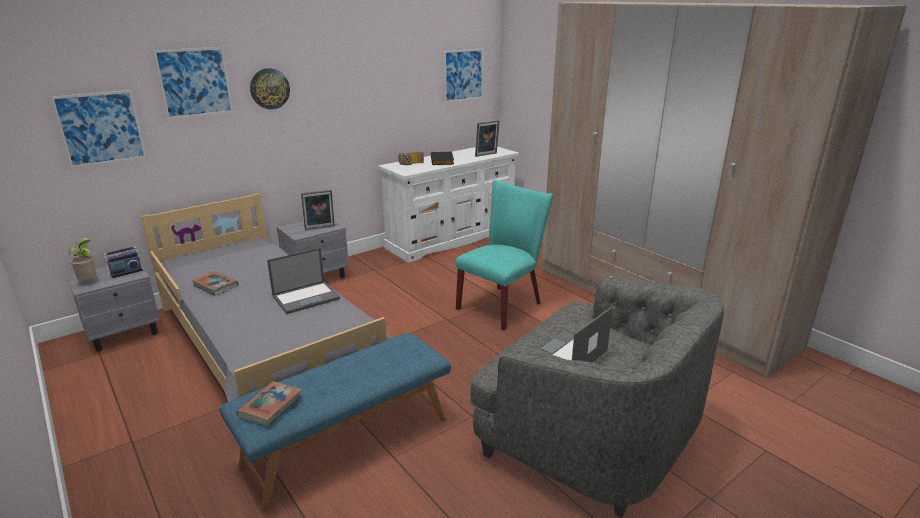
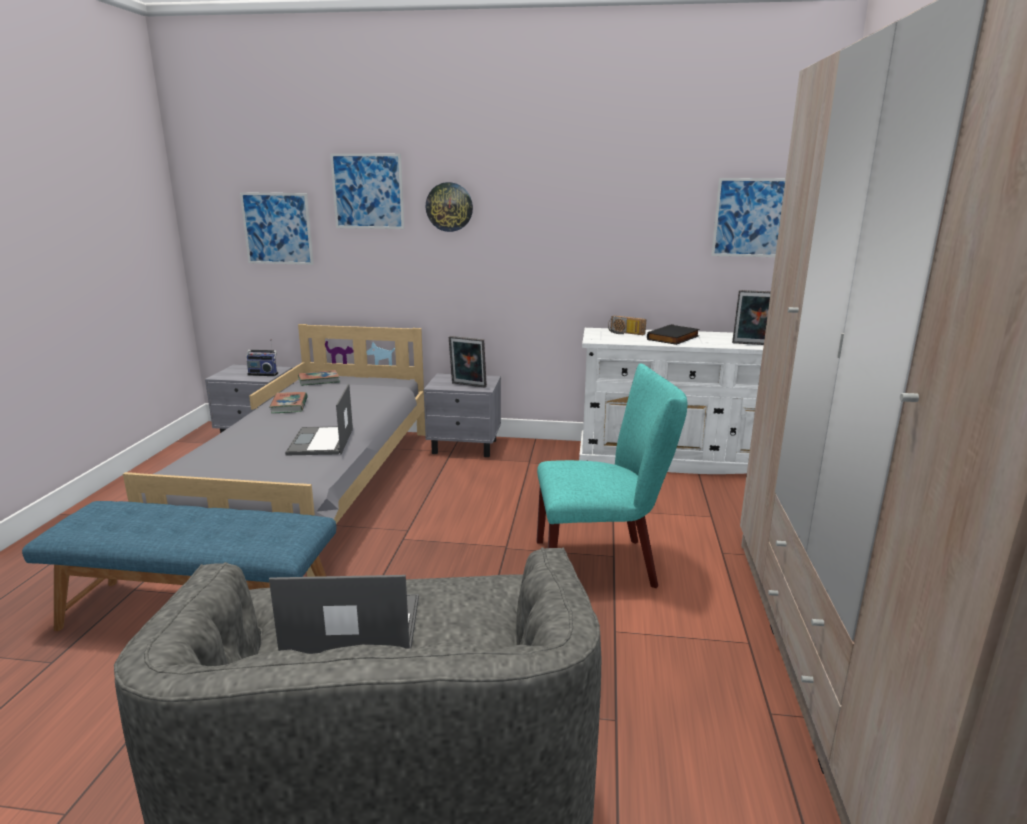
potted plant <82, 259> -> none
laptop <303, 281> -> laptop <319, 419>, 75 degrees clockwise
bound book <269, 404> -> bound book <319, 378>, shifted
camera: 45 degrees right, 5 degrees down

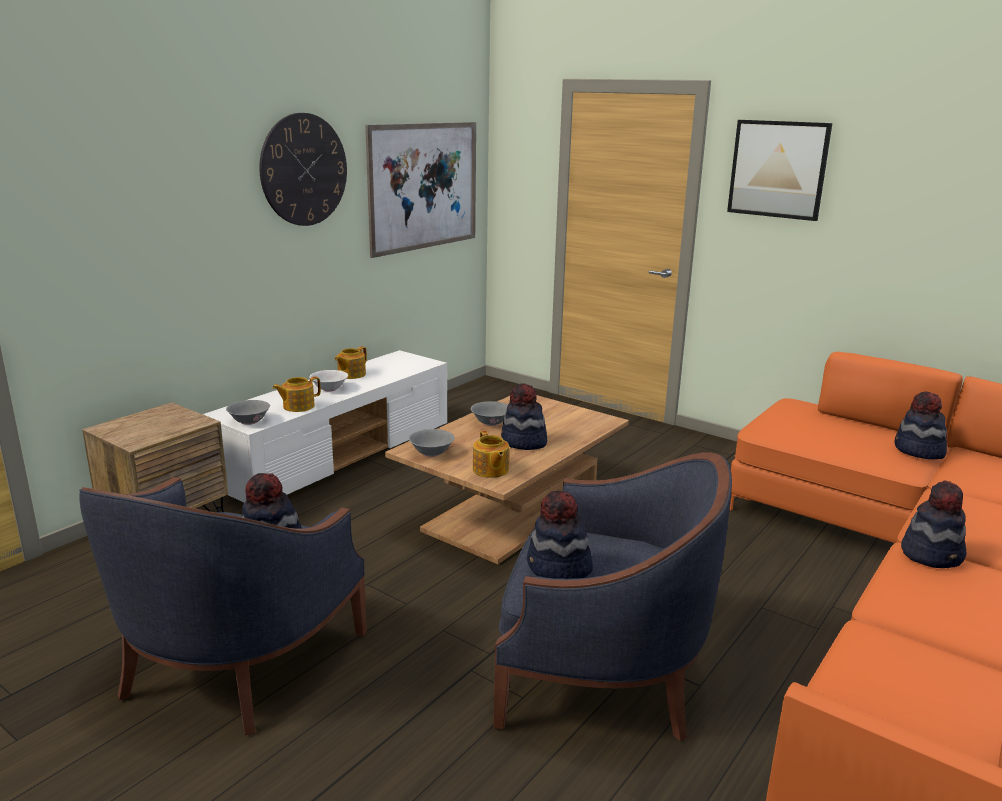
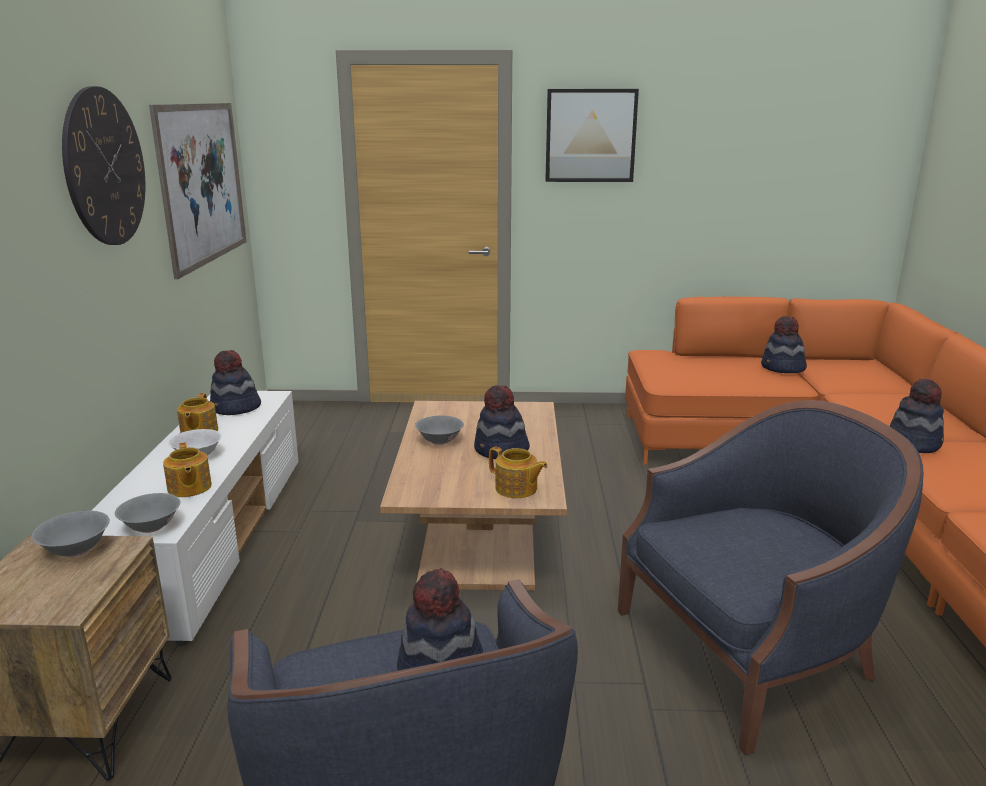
tea pot <296, 394> -> tea pot <187, 469>, 45 degrees counterclockwise
grey deep dish <432, 443> -> grey deep dish <70, 533>, shifted
hat <560, 534> -> hat <235, 382>, shifted
camera: 35 degrees left, 0 degrees up

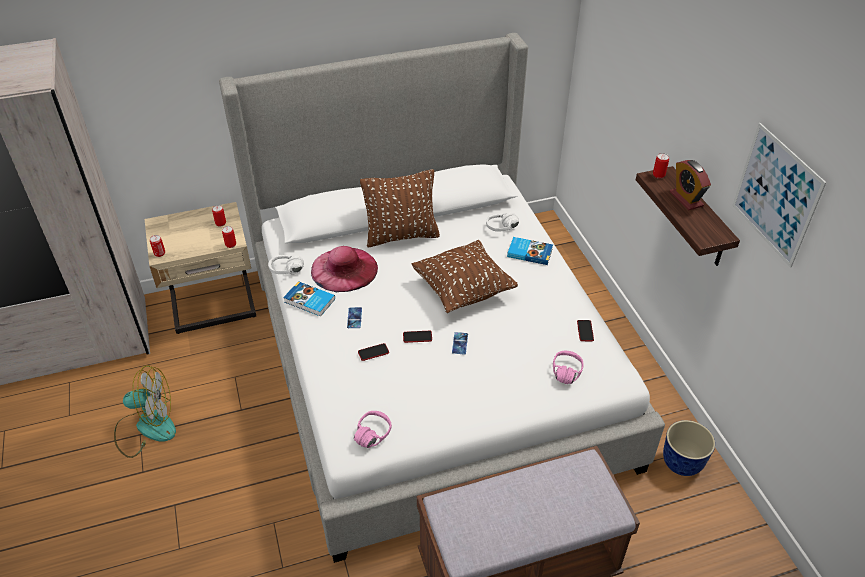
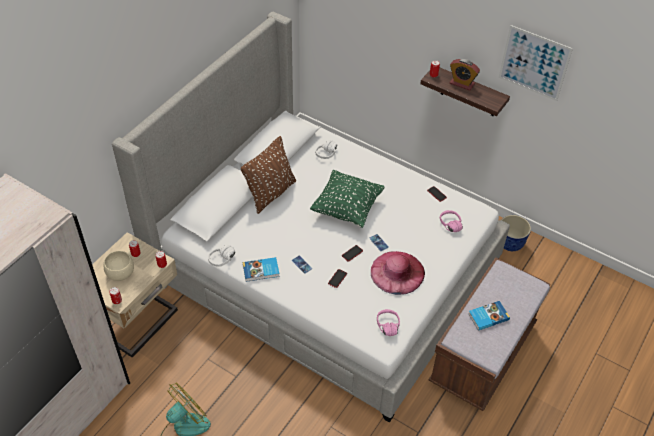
bound book <530, 251> -> bound book <489, 316>, shifted
brownish cushion <465, 276> -> green cushion <347, 199>
pink hat <344, 269> -> pink hat <398, 273>, shifted
none -> beige deep dish <119, 266>
camera: 40 degrees left, 5 degrees up

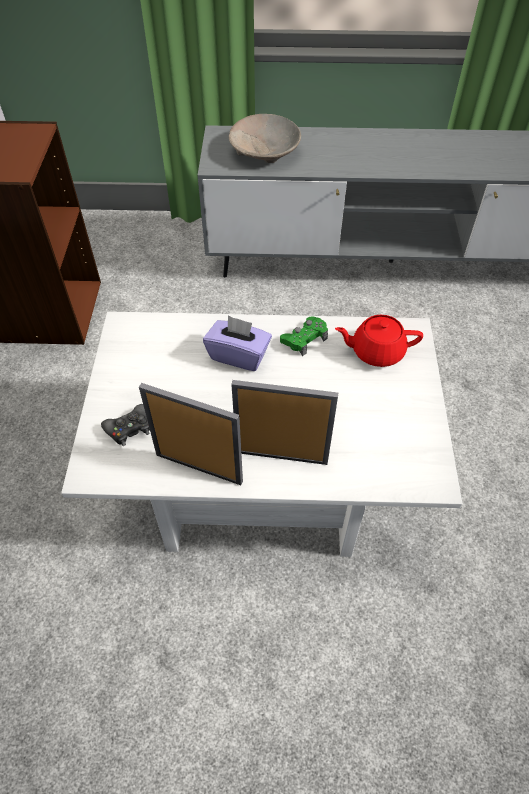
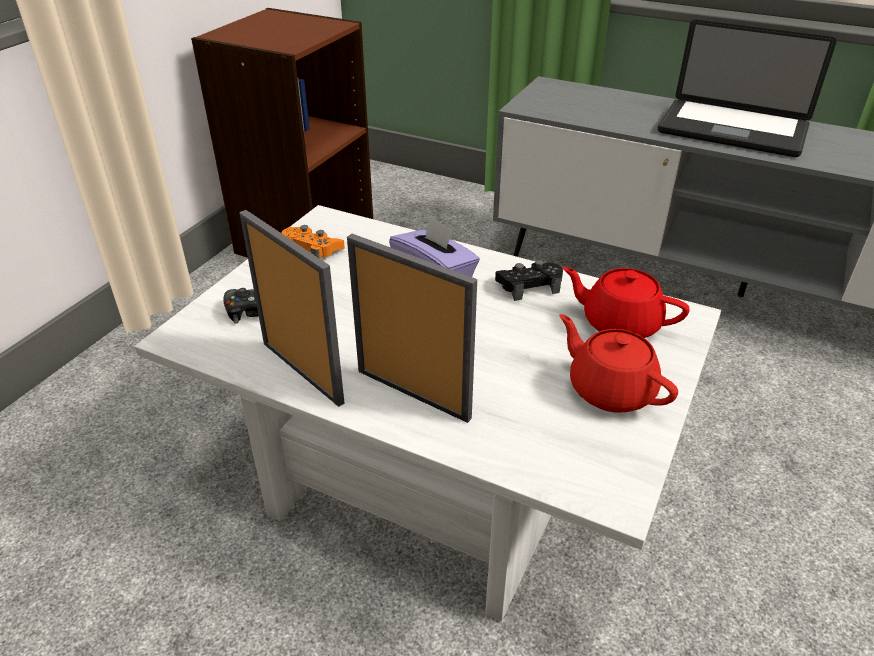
beige deep dish <265, 138> -> none
green gamepad <304, 336> -> black-coloured gamepad <529, 280>
none -> laptop <747, 88>
none -> orangey gamepad <313, 242>
none -> red-coloured tea pot <618, 363>
camera: 25 degrees right, 15 degrees down

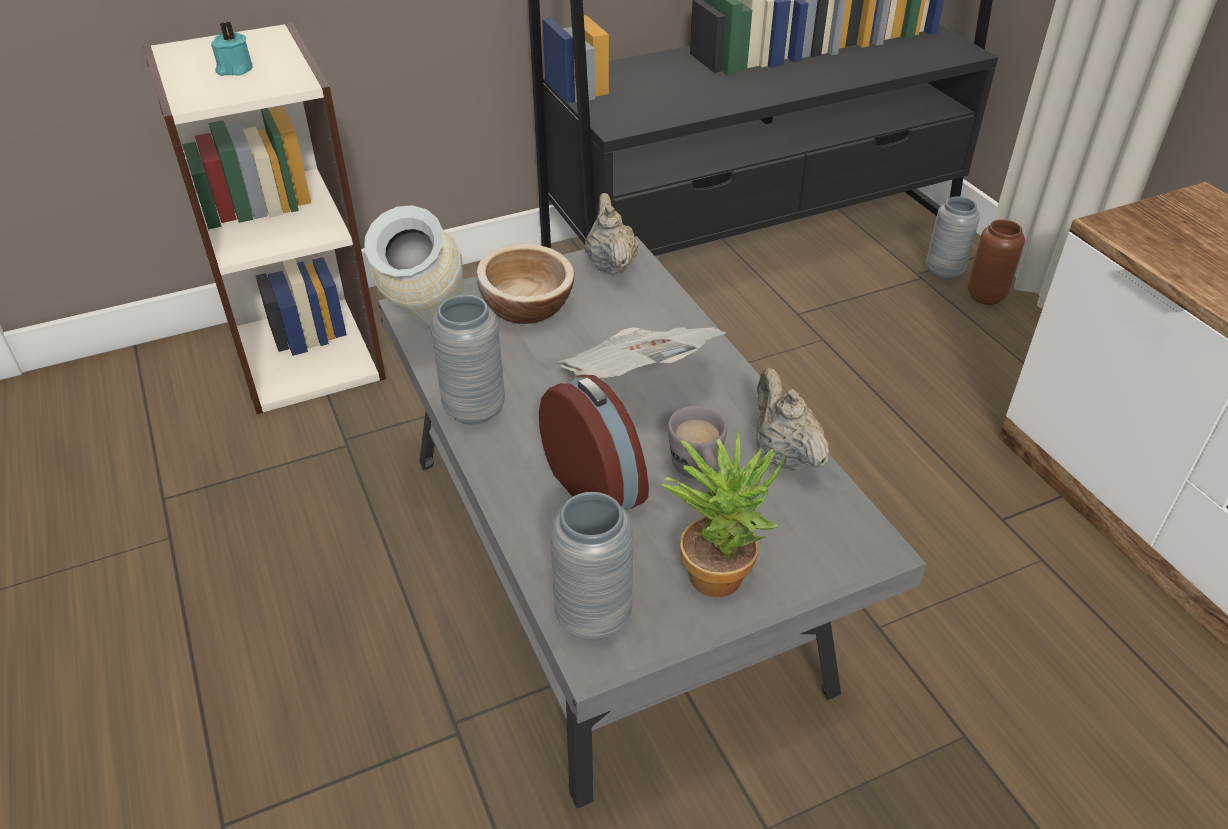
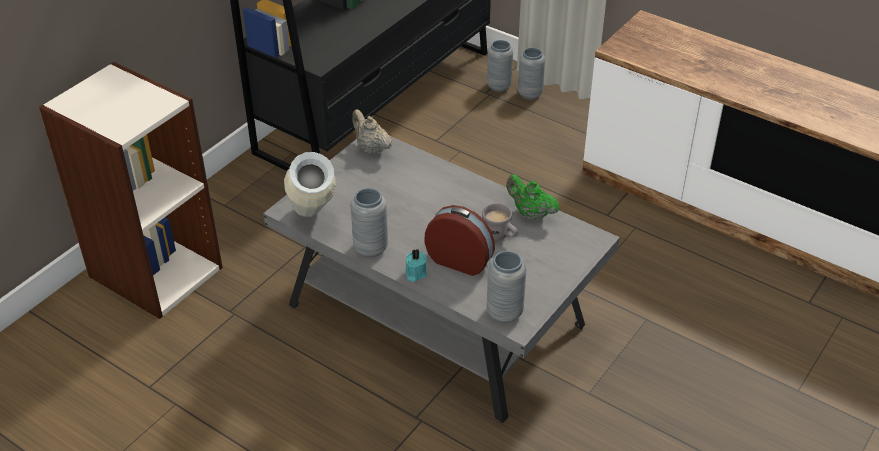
turquoise-coloured candle <232, 49> -> turquoise-coloured candle <416, 265>, shifted
brownish decorative vase <996, 262> -> grey decorative vase <531, 73>
deep dish <525, 284> -> none
printed paper <642, 352> -> none
beige tea pot <793, 419> -> green tea pot <533, 197>
potted plant <722, 513> -> none
camera: 30 degrees left, 0 degrees up

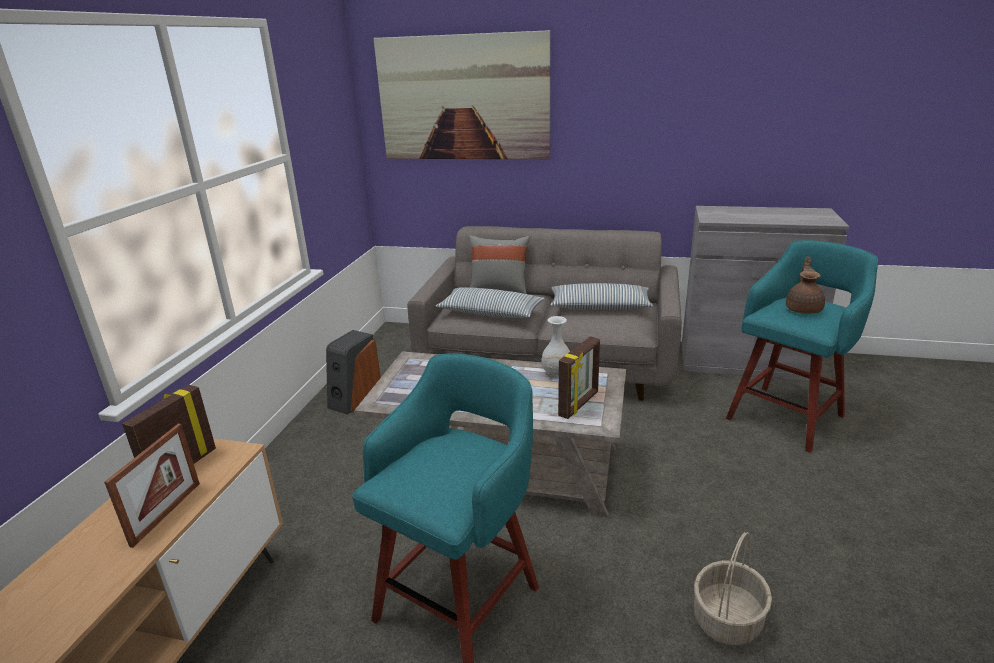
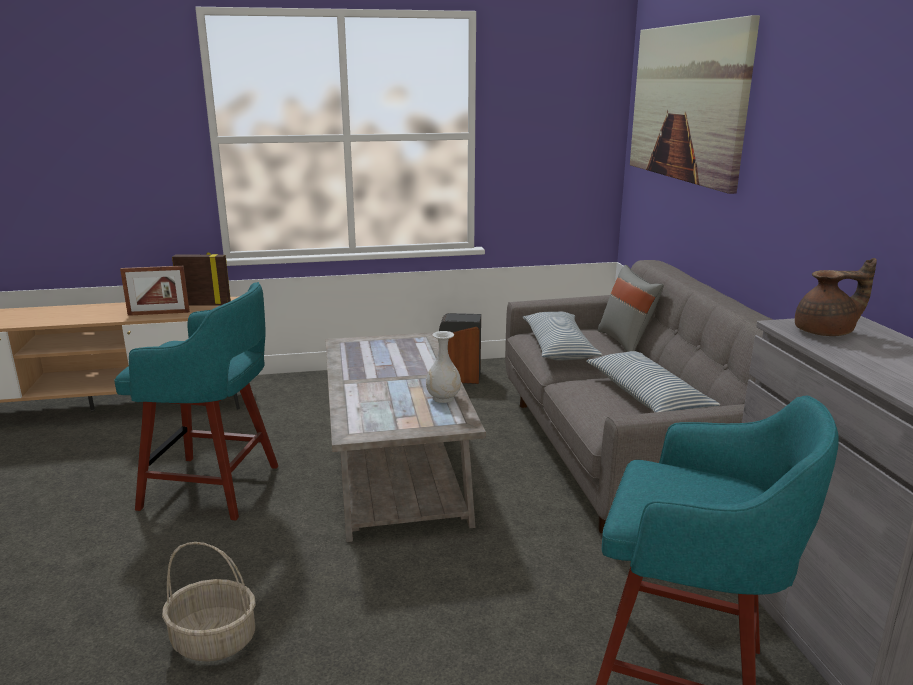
brownish tea pot <805, 285> -> brownish tea pot <836, 297>, shifted
photo frame <579, 377> -> none
camera: 65 degrees right, 5 degrees down

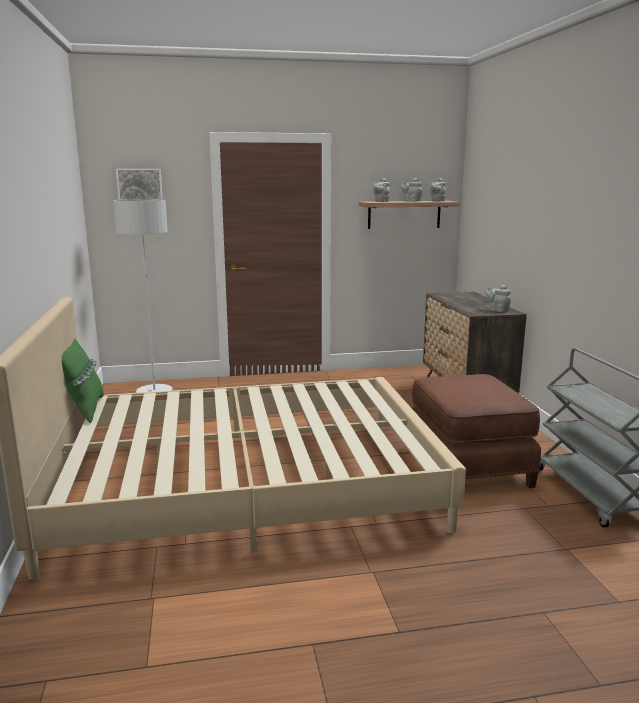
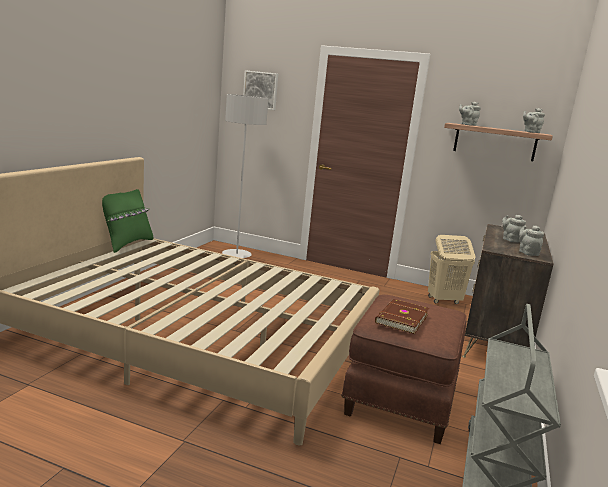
grey tea pot <411, 190> -> grey tea pot <514, 228>, shifted
none -> beige hamper <452, 269>
none -> brownish bound book <402, 316>
camera: 30 degrees right, 0 degrees up

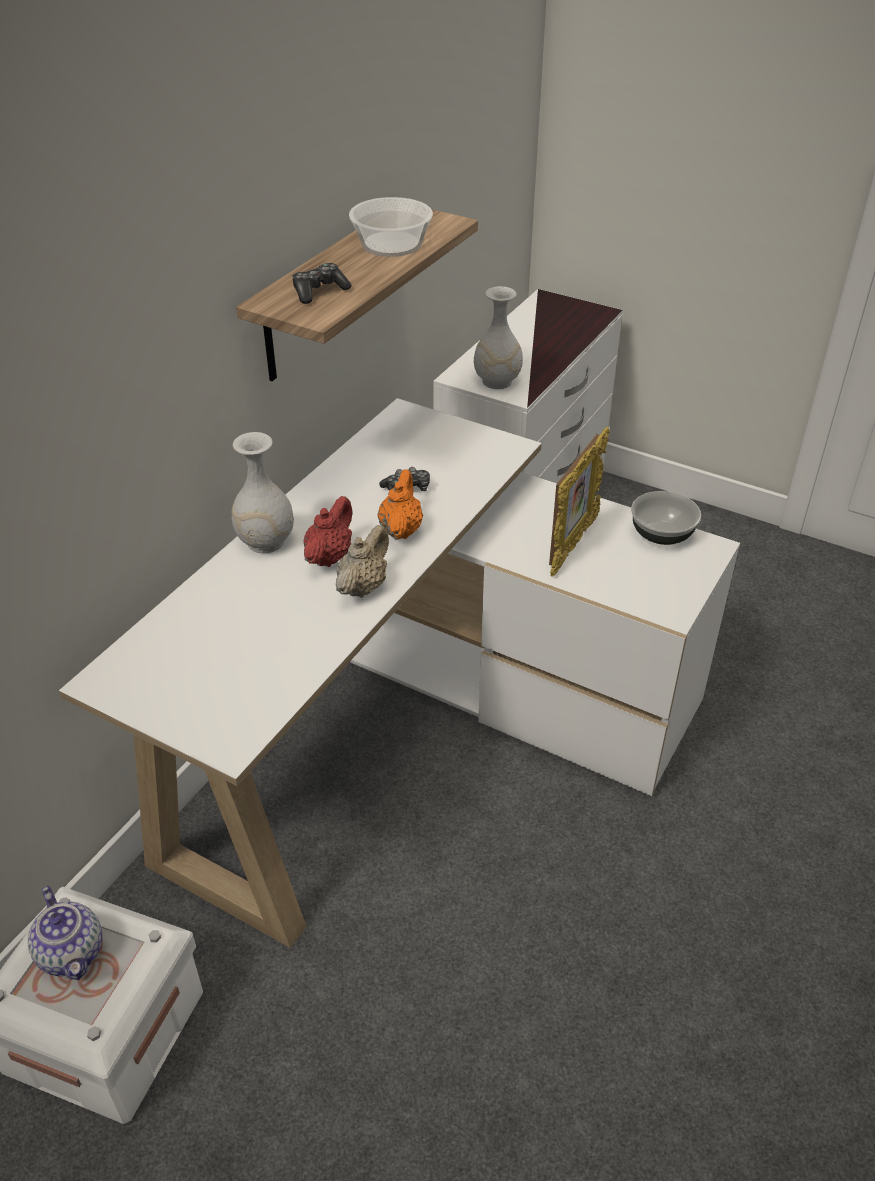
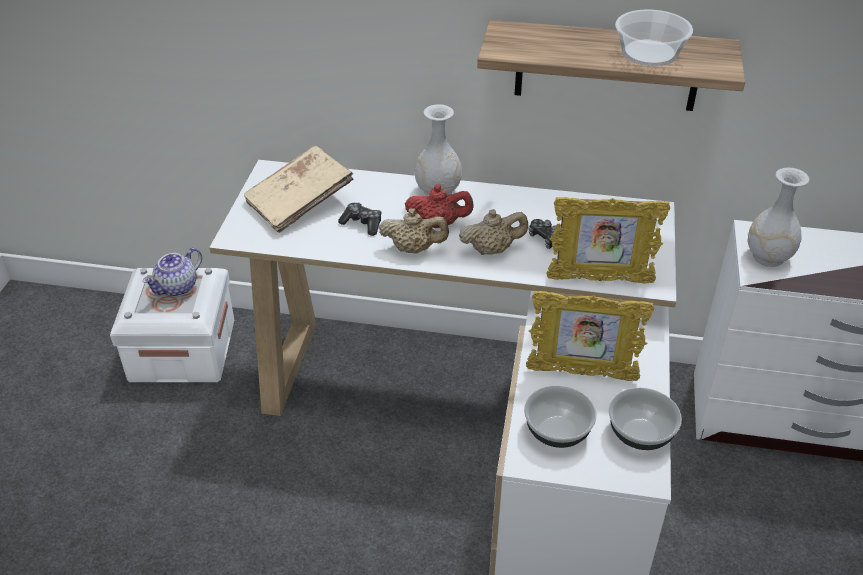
gamepad <321, 283> -> gamepad <359, 219>, shifted
orangey tea pot <400, 504> -> beige tea pot <493, 232>
none -> beige bound book <299, 189>
none -> photo frame <608, 240>
none -> deep dish <560, 416>
camera: 70 degrees right, 0 degrees up

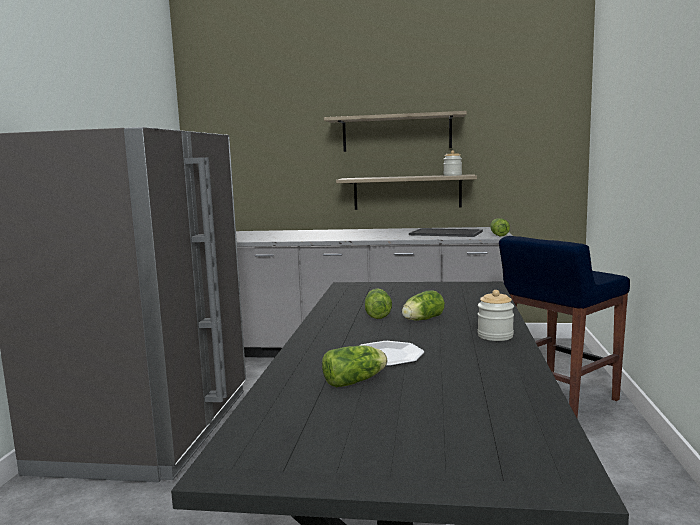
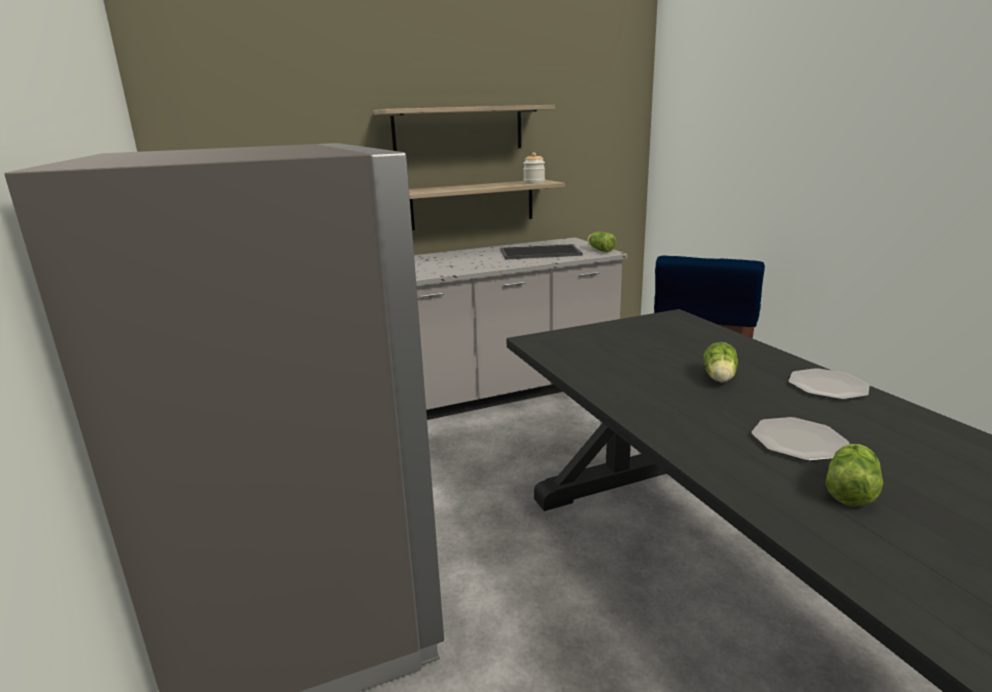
lettuce <378, 303> -> none
storage jar <496, 315> -> dinner plate <829, 384>
camera: 30 degrees left, 10 degrees up

